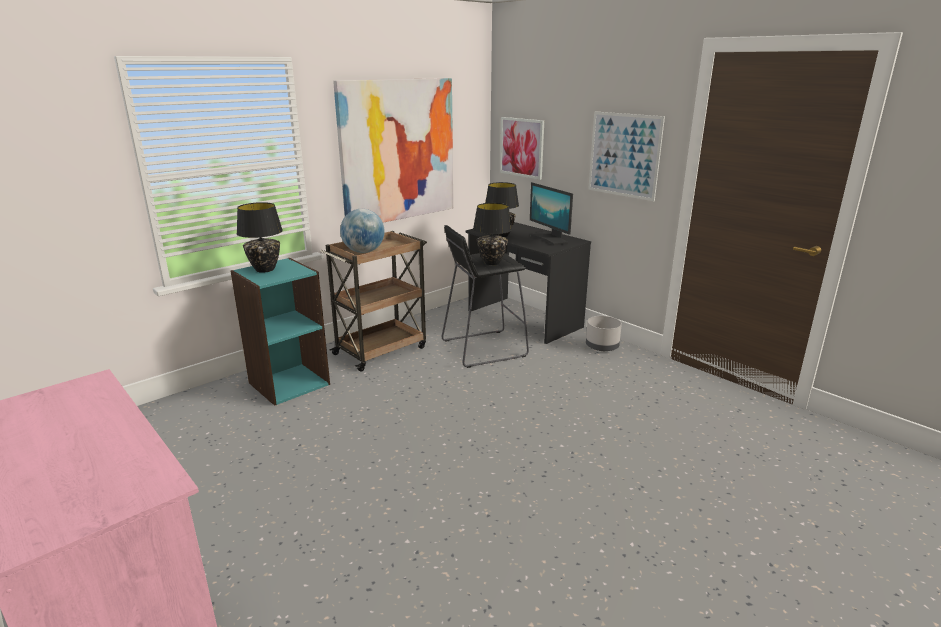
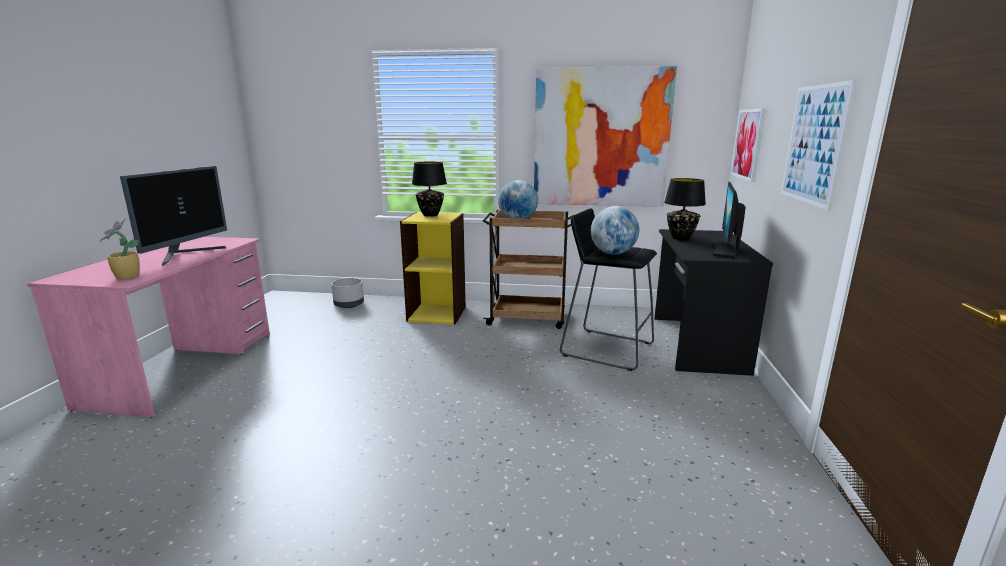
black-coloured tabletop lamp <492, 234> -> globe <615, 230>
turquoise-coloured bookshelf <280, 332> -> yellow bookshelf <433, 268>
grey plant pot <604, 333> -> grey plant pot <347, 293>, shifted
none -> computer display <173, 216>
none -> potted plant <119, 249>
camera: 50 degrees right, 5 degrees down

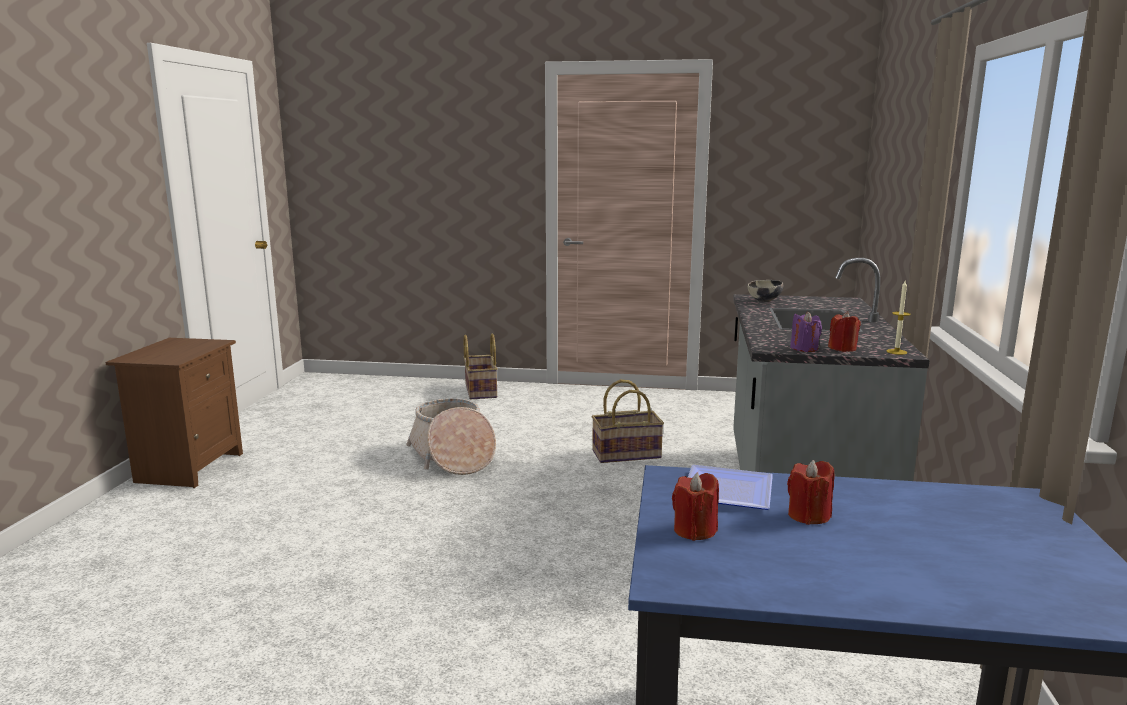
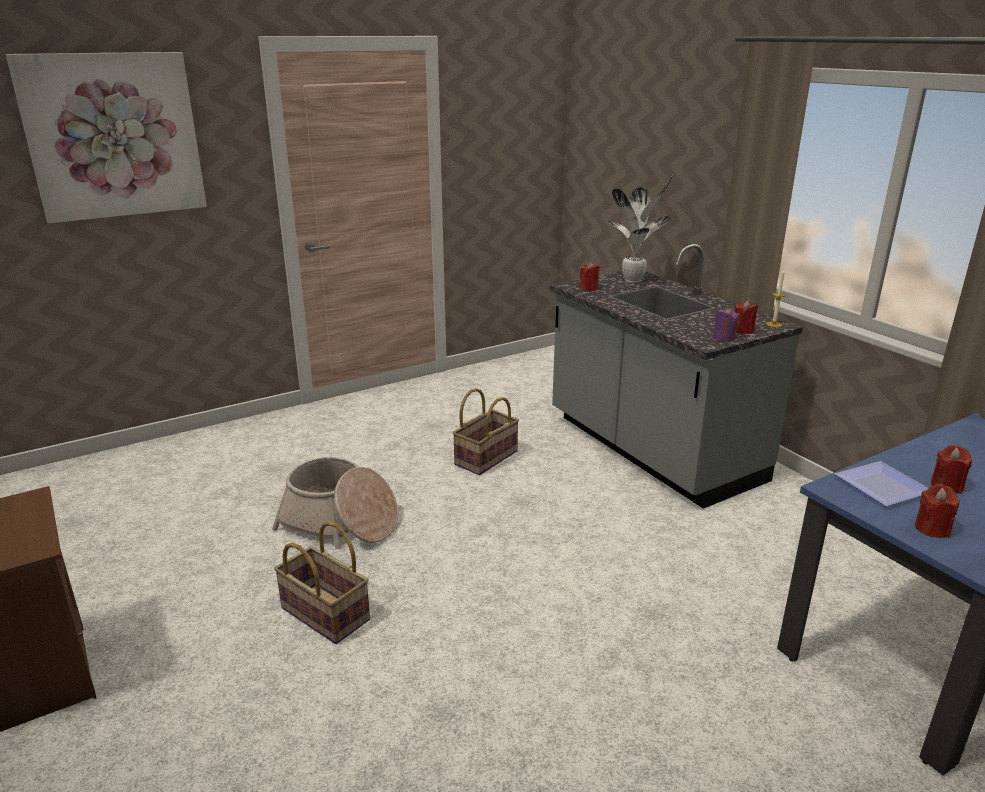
deep dish <765, 291> -> red-coloured candle <590, 276>
household basket <481, 366> -> household basket <322, 582>, shifted
none -> wall picture <106, 138>
none -> potted plant <640, 229>
camera: 40 degrees left, 10 degrees up

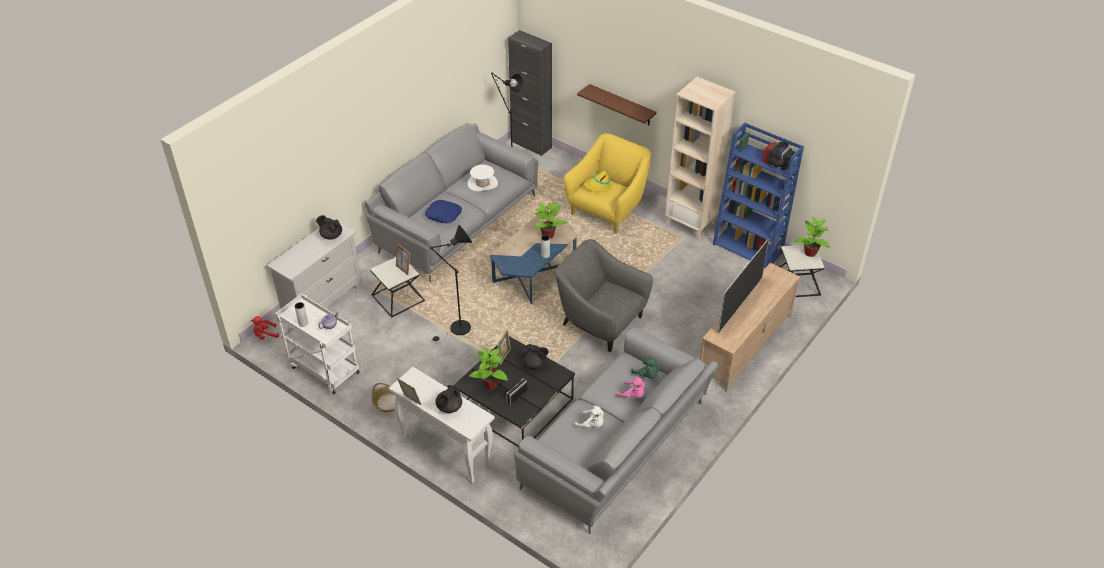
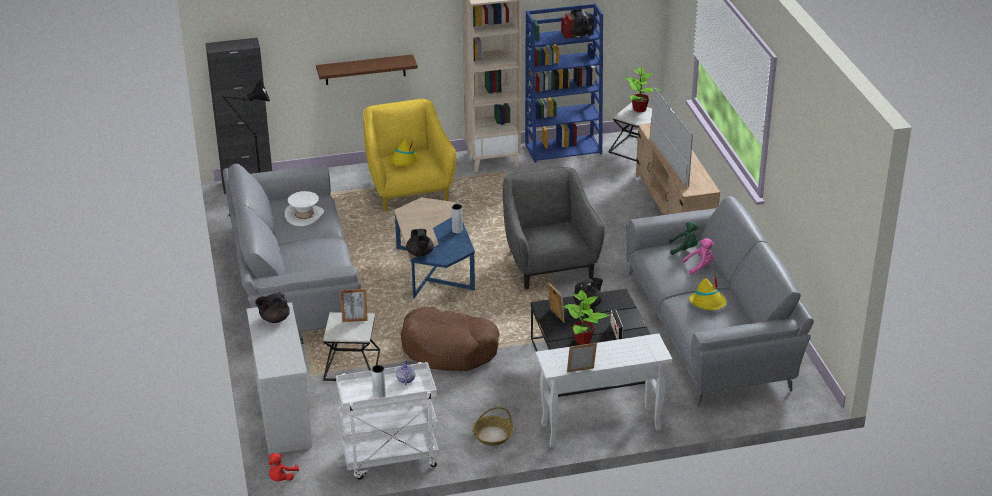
blue cushion <443, 211> -> none
potted plant <551, 220> -> none
black-coloured standing lamp <451, 284> -> brownish dog cushion <450, 339>
grey easy chair <604, 295> -> grey easy chair <554, 228>, 90 degrees clockwise
black-coloured tea pot <448, 399> -> black-coloured tea pot <420, 243>, shifted
white-coloured cuddly toy <589, 416> -> yellow hat <708, 292>
camera: 50 degrees left, 10 degrees down

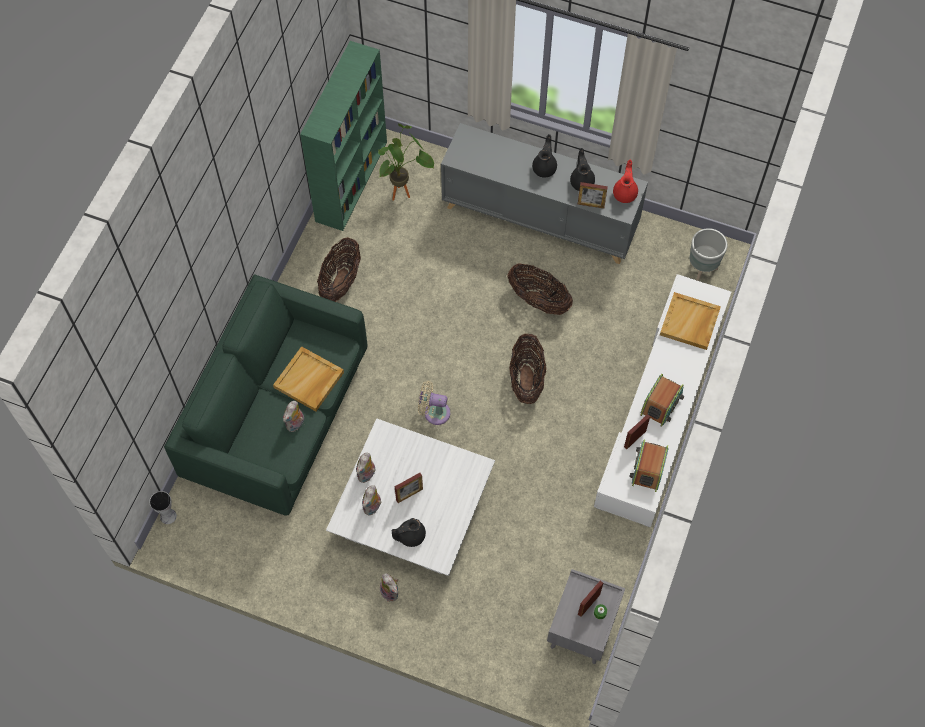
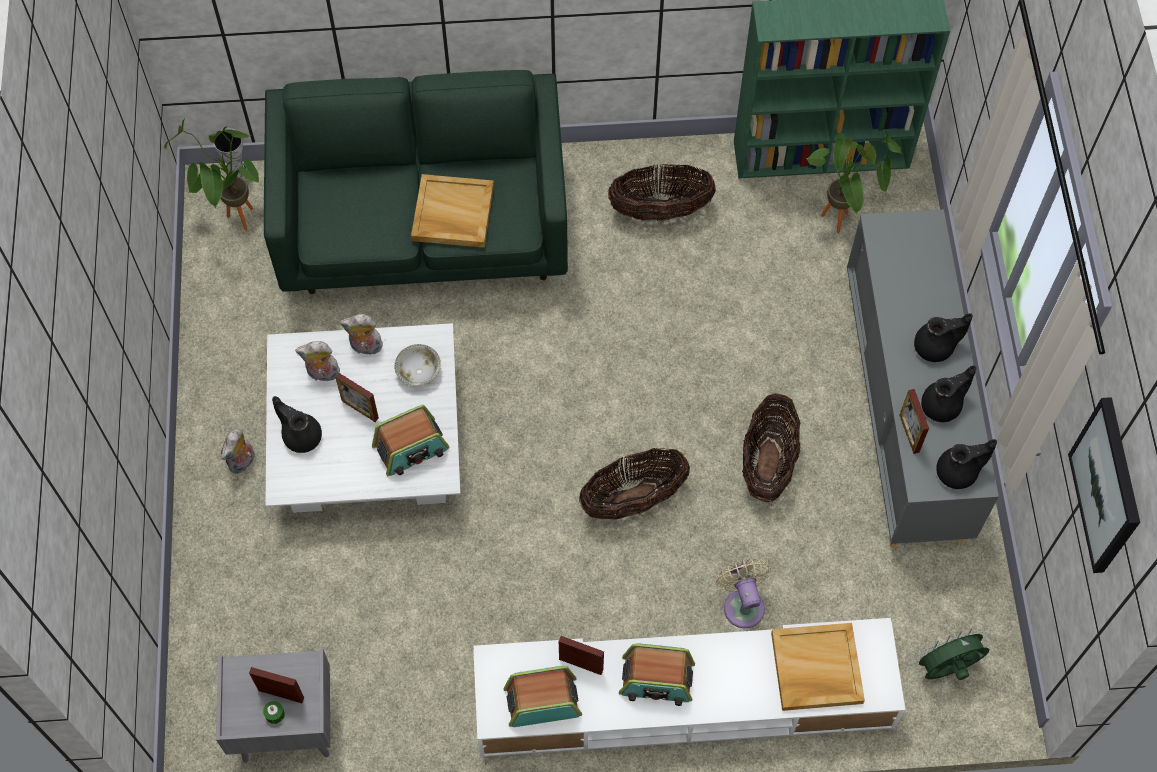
red-coloured tea pot <625, 181> -> black-coloured tea pot <966, 464>
grey plant pot <709, 254> -> green electric fan <951, 654>
beige electric fan <434, 403> -> beige electric fan <743, 593>, shifted
cuddly toy <293, 416> -> none
none -> potted plant <212, 174>
none -> deep dish <417, 365>
none -> wall picture <1104, 485>
none -> radio <411, 440>
camera: 65 degrees right, 0 degrees up

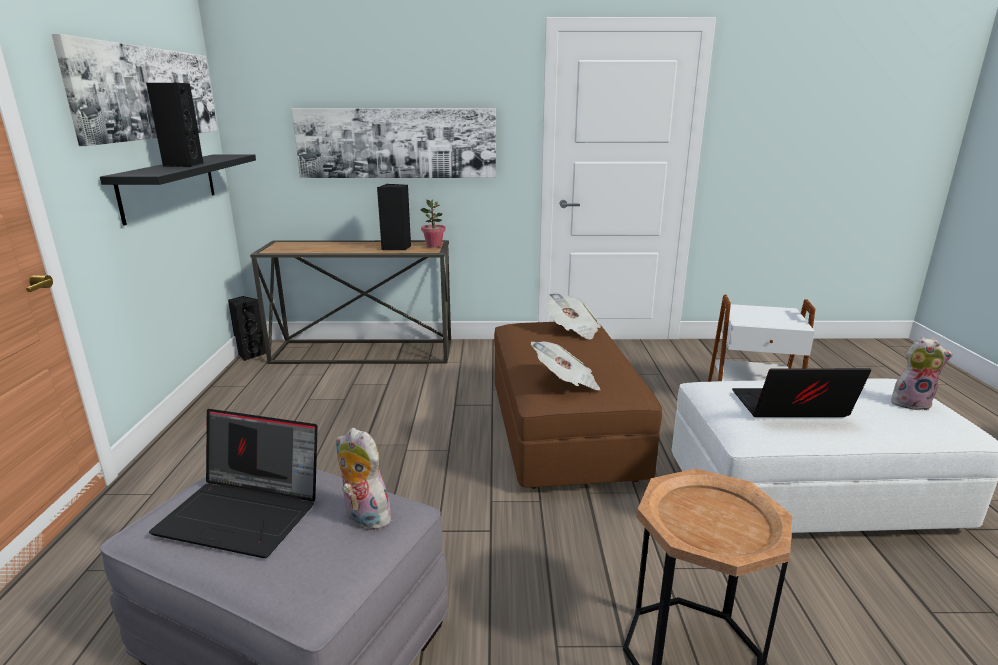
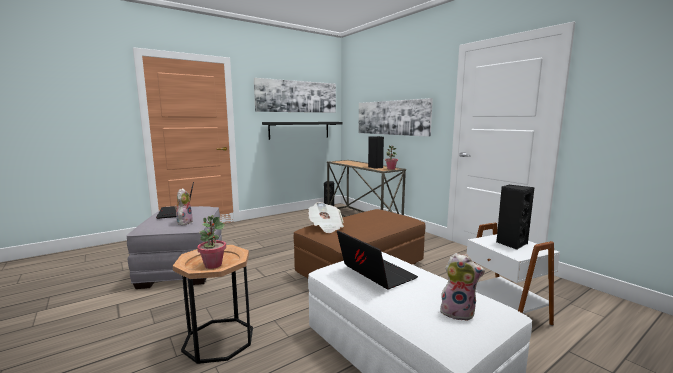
black-coloured speaker <175, 125> -> black-coloured speaker <515, 217>, shifted
printed paper <573, 316> -> none
cuddly toy <922, 373> -> cuddly toy <462, 287>, 45 degrees counterclockwise
none -> potted plant <211, 242>
camera: 55 degrees right, 10 degrees down

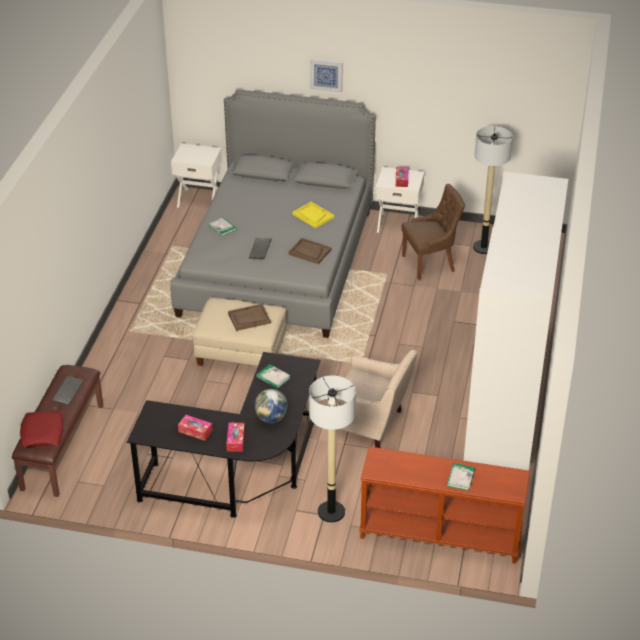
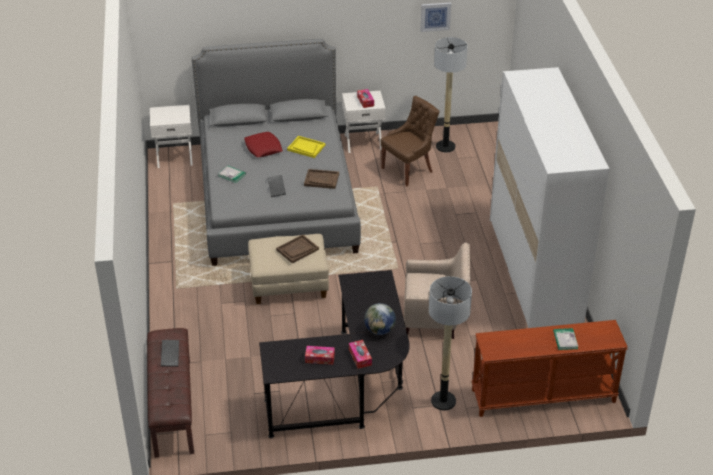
wall picture <326, 75> -> wall picture <436, 17>, shifted
bound book <273, 376> -> none
red-coloured cushion <41, 429> -> red-coloured cushion <263, 144>, shifted
camera: 20 degrees left, 0 degrees up

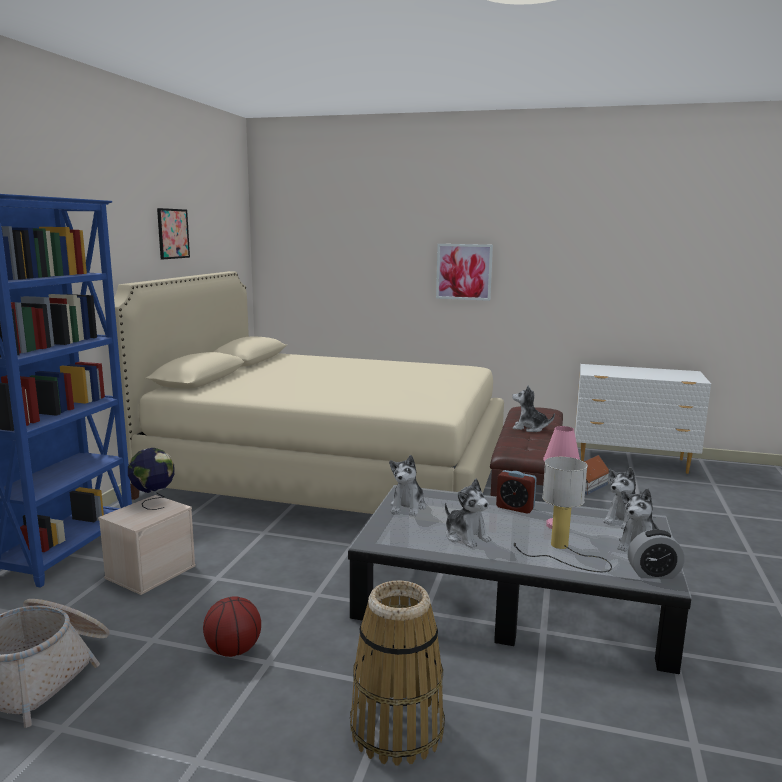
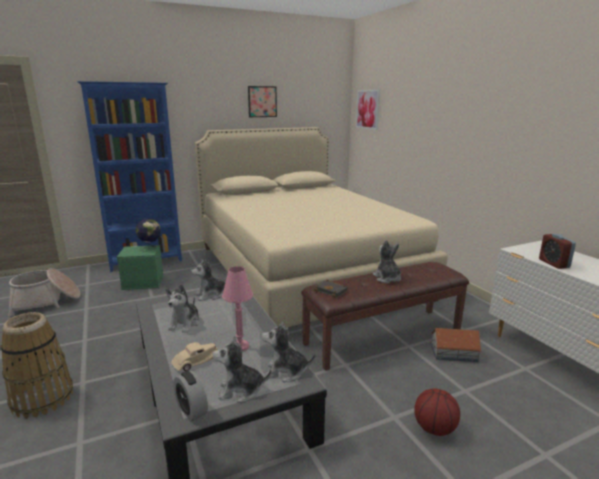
wall picture <464, 272> -> wall picture <368, 110>, shifted
tabletop lamp <563, 514> -> beige toy car <194, 356>
table clock <516, 492> -> table clock <557, 251>, shifted
beige storage bin <147, 545> -> green storage bin <140, 267>
ball for basketball <232, 626> -> ball for basketball <437, 412>, shifted
none -> black-coloured bound book <331, 289>
camera: 50 degrees right, 5 degrees up

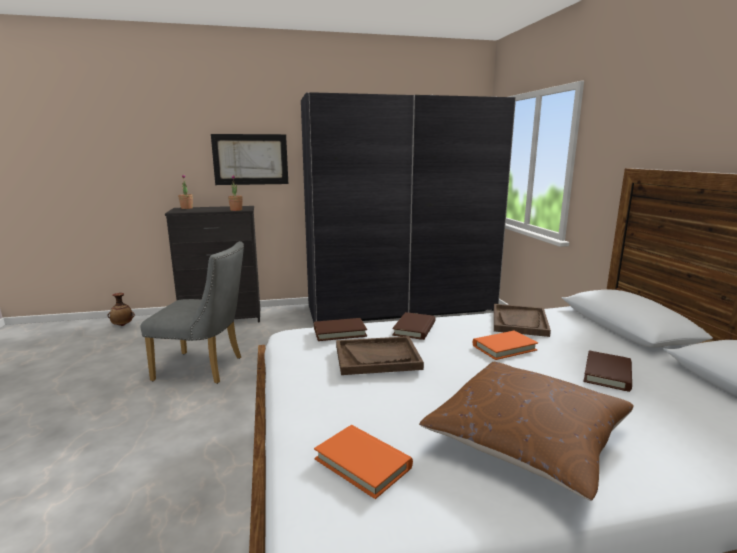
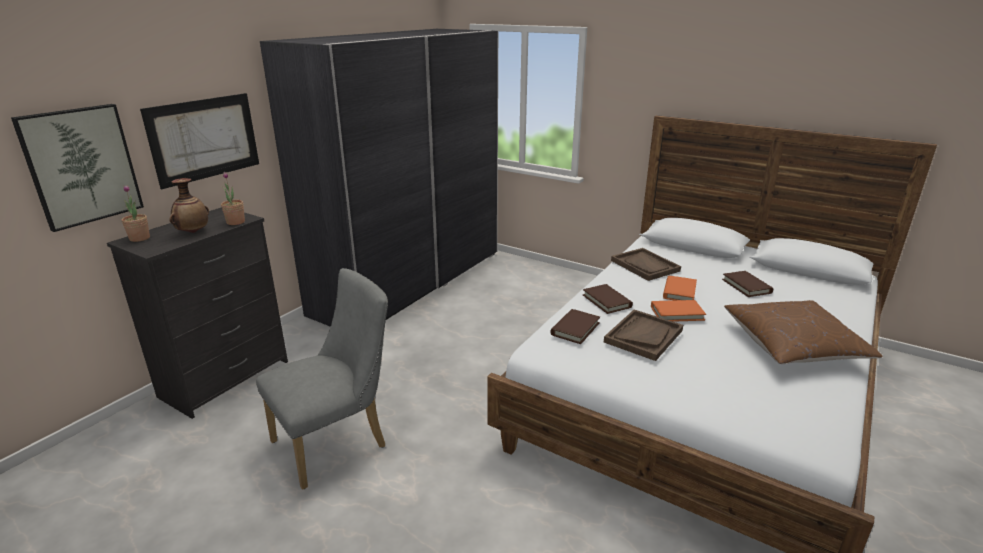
decorative vase <121, 309> -> decorative vase <189, 205>, shifted
orangey bound book <363, 462> -> orangey bound book <678, 311>, shifted
none -> wall picture <77, 168>
camera: 45 degrees left, 10 degrees up

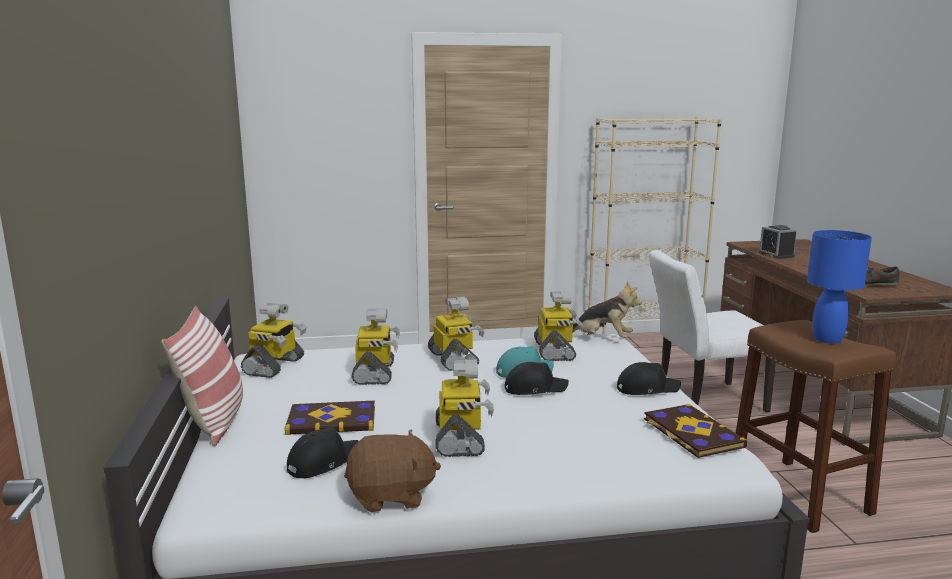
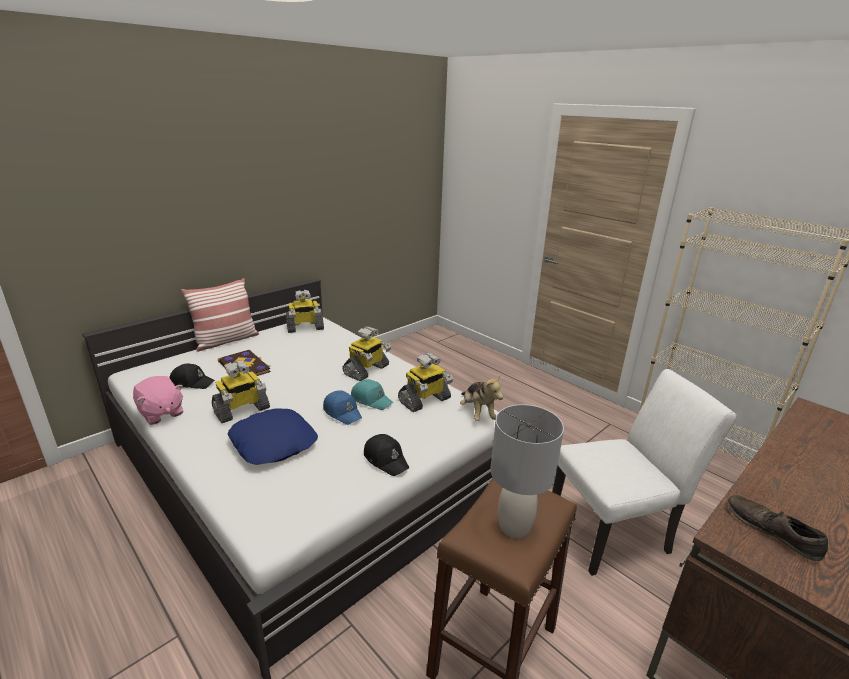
table clock <777, 242> -> none
blue tabletop lamp <839, 287> -> grey tabletop lamp <527, 471>
white-coloured upright chair <712, 331> -> white-coloured upright chair <644, 472>, 120 degrees clockwise
model robot <375, 346> -> none
black-coloured baseball cap <537, 378> -> blue baseball cap <342, 407>
bound book <696, 431> -> none
brownish cuddly toy <392, 470> -> pink cuddly toy <158, 400>
none -> blue cushion <272, 436>
camera: 55 degrees right, 10 degrees up

